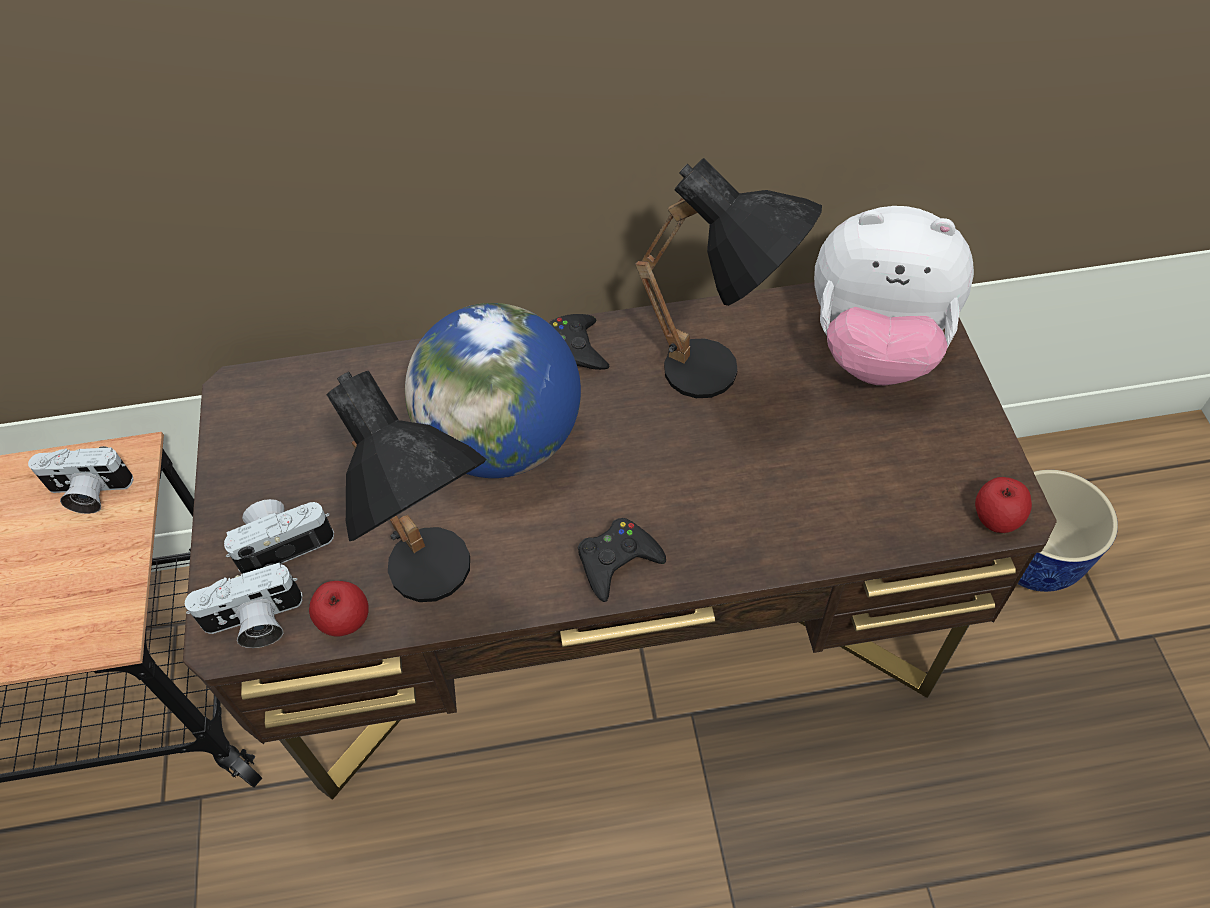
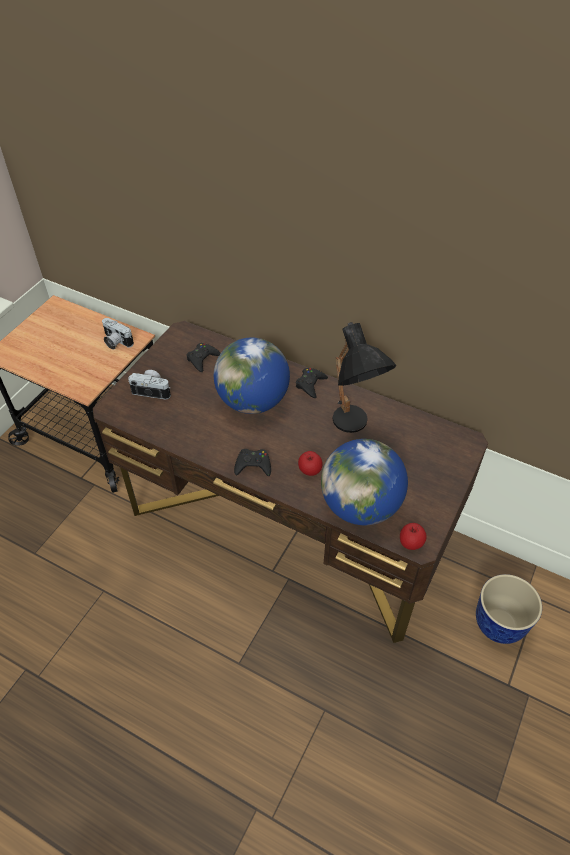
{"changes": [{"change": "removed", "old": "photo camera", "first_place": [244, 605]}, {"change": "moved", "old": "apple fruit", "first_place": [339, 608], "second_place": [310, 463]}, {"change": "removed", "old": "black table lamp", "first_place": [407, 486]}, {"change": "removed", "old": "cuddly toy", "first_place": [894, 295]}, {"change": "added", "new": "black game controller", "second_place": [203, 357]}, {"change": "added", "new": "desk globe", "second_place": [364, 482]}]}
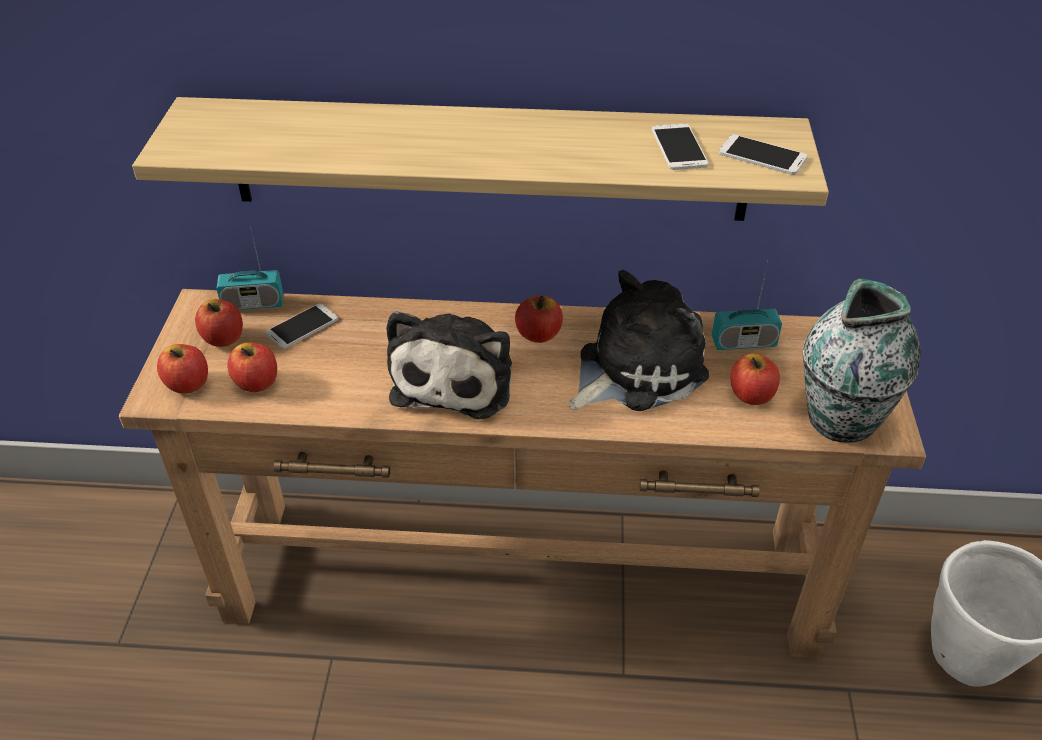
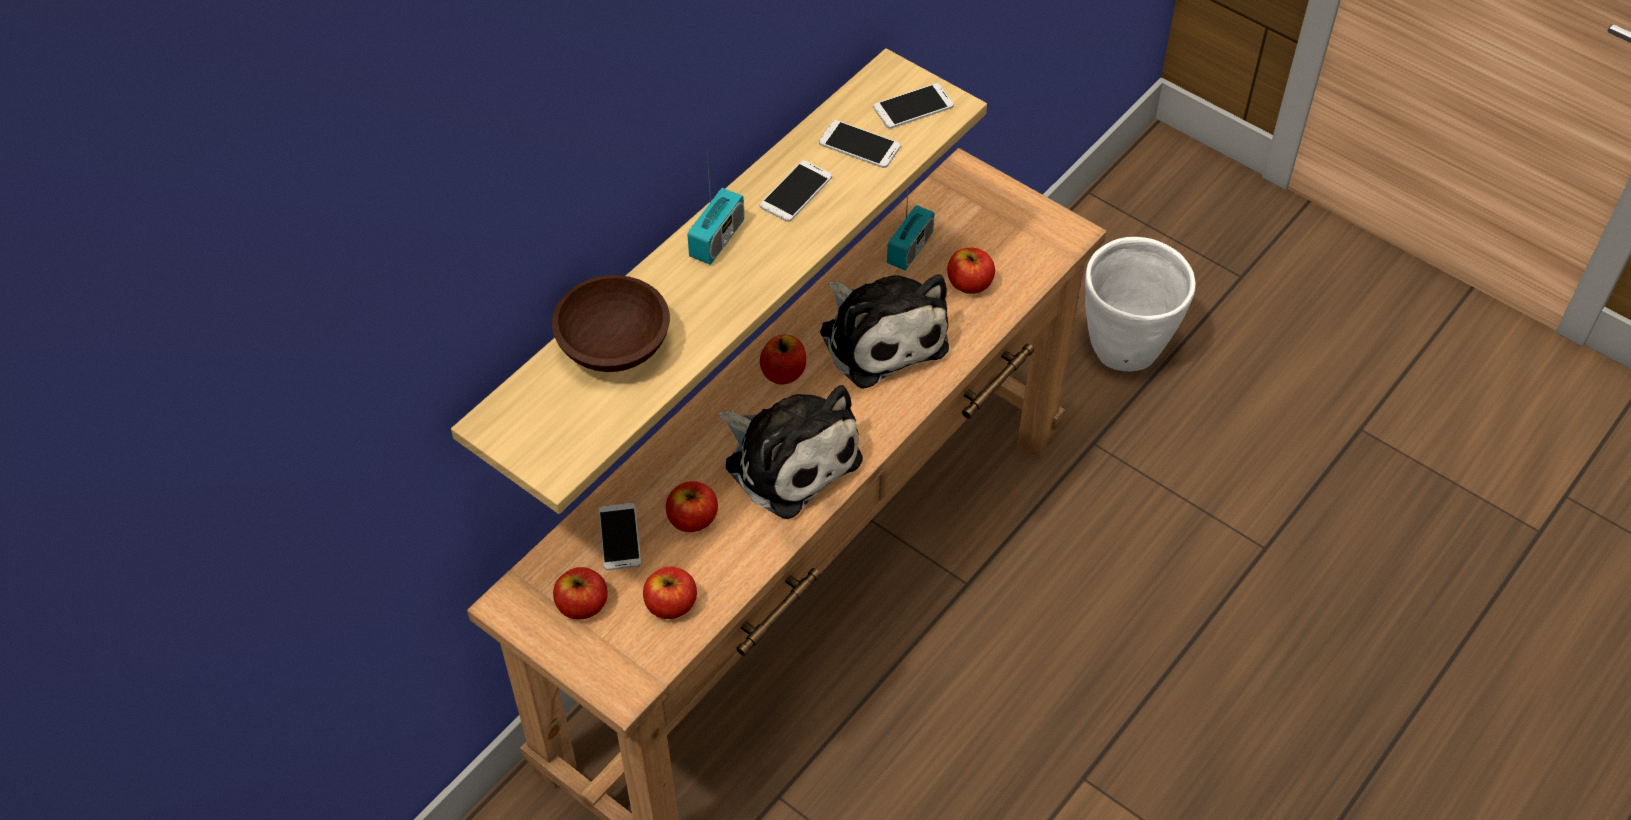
{"changes": [{"change": "moved", "old": "apple fruit", "first_place": [182, 369], "second_place": [692, 506]}, {"change": "moved", "old": "radio", "first_place": [249, 267], "second_place": [715, 208]}, {"change": "turned", "old": "cuddly toy", "first_place": [639, 340], "second_place": [884, 331], "degrees": 150}, {"change": "removed", "old": "decorative vase", "first_place": [862, 361]}, {"change": "added", "new": "brown serving bowl", "second_place": [611, 323]}, {"change": "added", "new": "telephone", "second_place": [796, 191]}]}
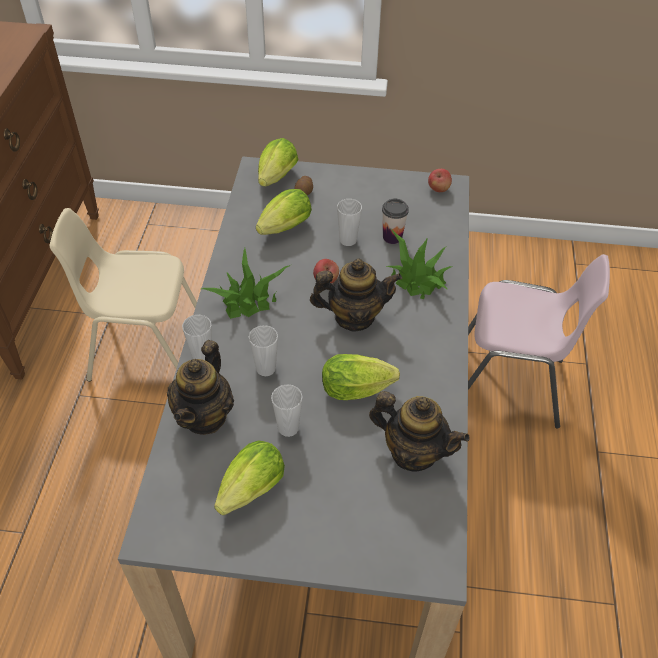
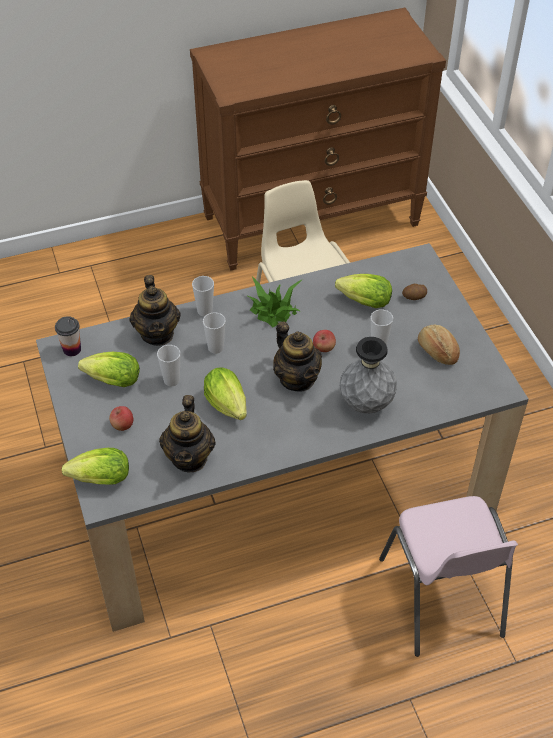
{"changes": [{"change": "turned", "old": "tea pot", "first_place": [200, 387], "second_place": [155, 310], "degrees": -90}, {"change": "moved", "old": "lettuce", "first_place": [278, 162], "second_place": [95, 466]}, {"change": "moved", "old": "drinking cup", "first_place": [395, 221], "second_place": [68, 336]}, {"change": "replaced", "old": "potted plant", "new": "gray decorative vase", "first_place": [419, 264], "second_place": [368, 375]}, {"change": "moved", "old": "apple fruit", "first_place": [440, 180], "second_place": [121, 418]}, {"change": "added", "new": "bread", "second_place": [439, 345]}]}
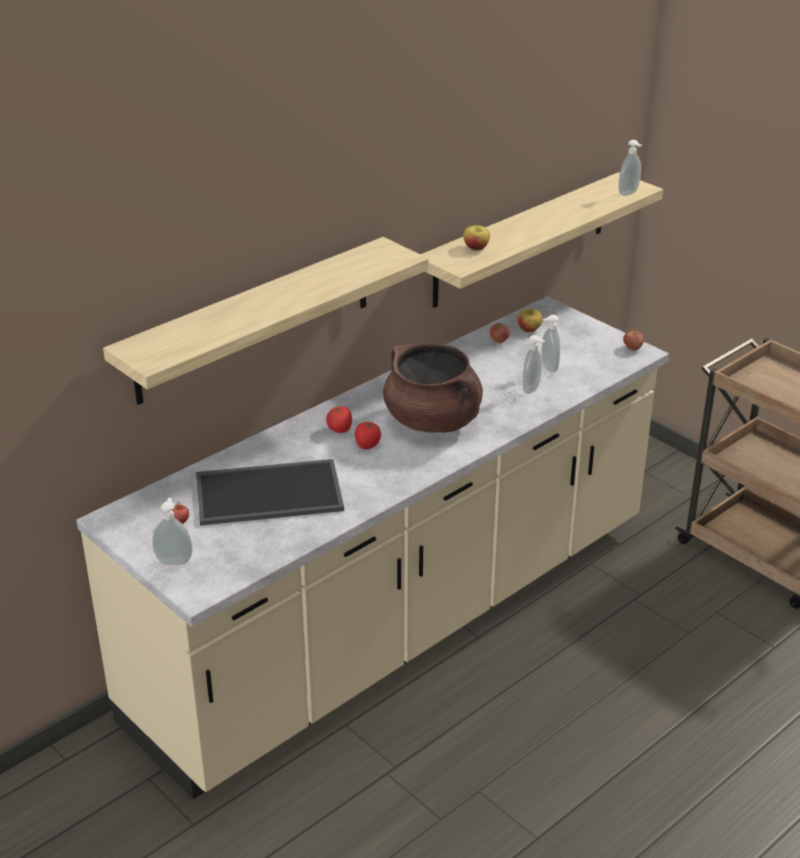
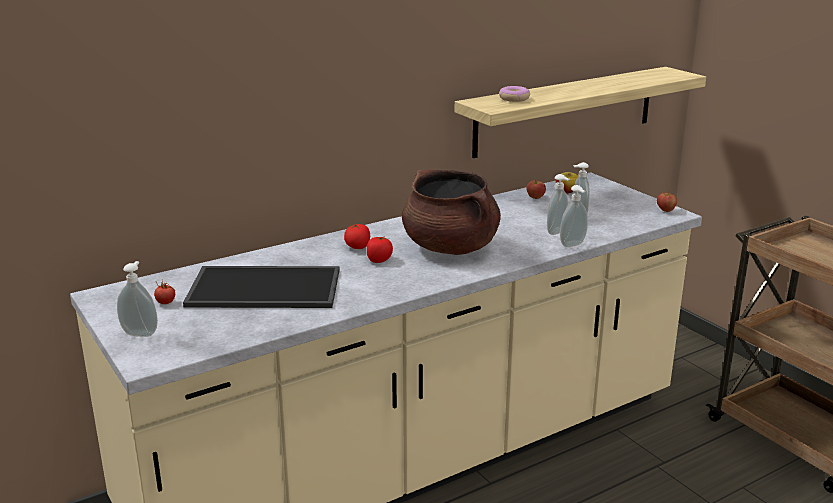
{"changes": [{"change": "removed", "old": "wall shelf", "first_place": [266, 321]}, {"change": "replaced", "old": "apple fruit", "new": "ring doughnut", "first_place": [476, 237], "second_place": [514, 94]}, {"change": "moved", "old": "soap bottle", "first_place": [630, 168], "second_place": [574, 216]}]}
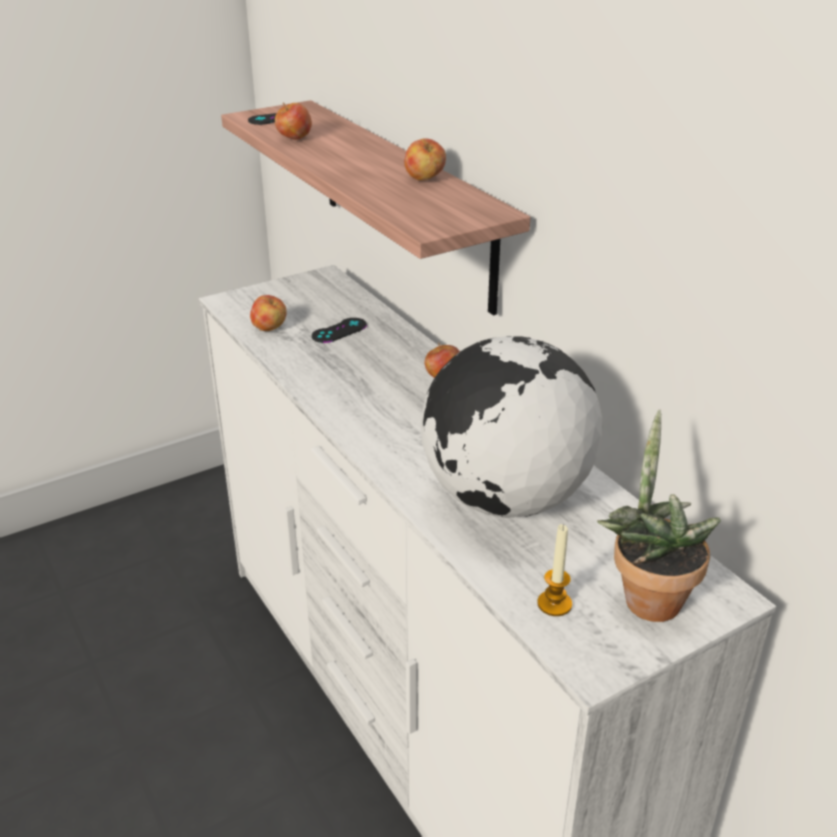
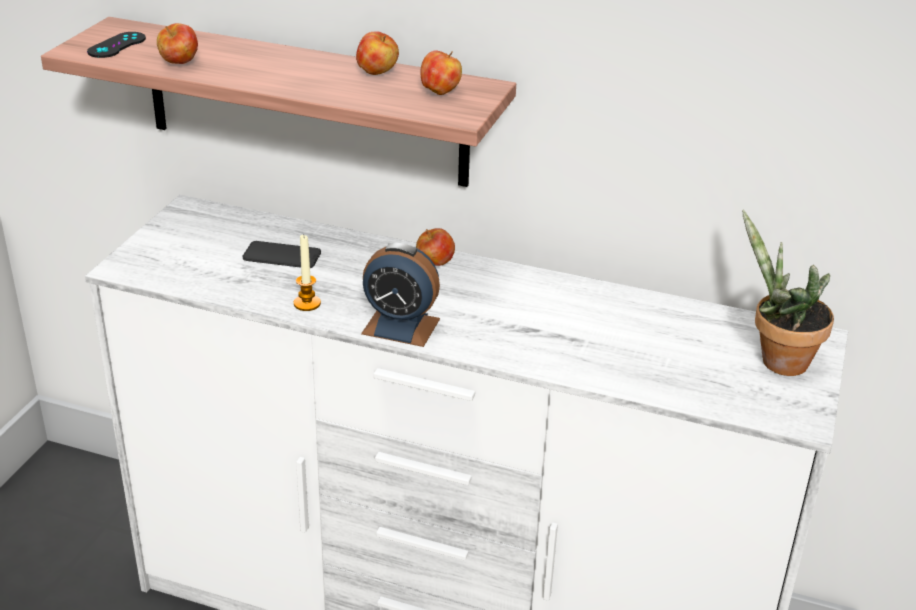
{"changes": [{"change": "moved", "old": "apple fruit", "first_place": [268, 313], "second_place": [441, 72]}, {"change": "replaced", "old": "black game controller", "new": "telephone", "first_place": [339, 330], "second_place": [282, 254]}, {"change": "removed", "old": "desk globe", "first_place": [511, 427]}, {"change": "moved", "old": "wax candle", "first_place": [554, 570], "second_place": [307, 273]}, {"change": "added", "new": "alarm clock", "second_place": [400, 295]}]}
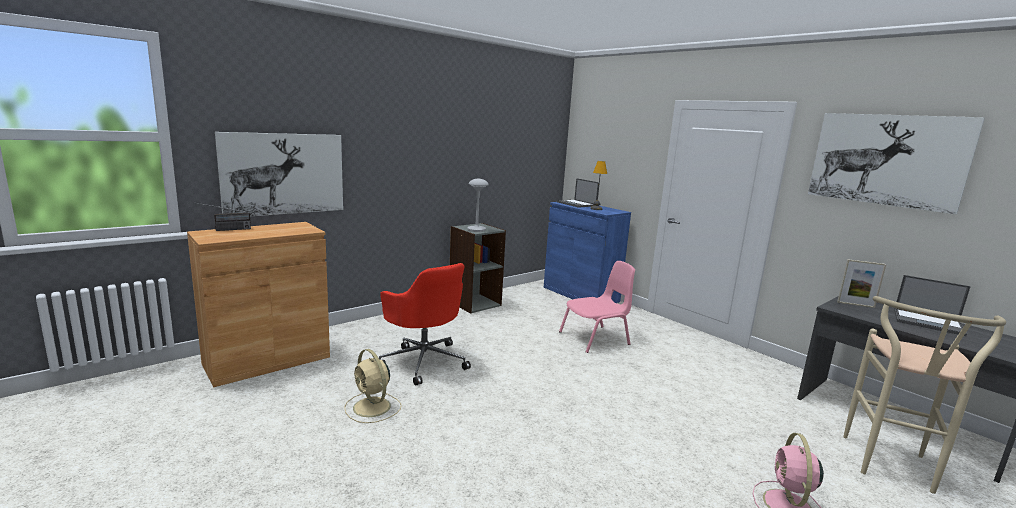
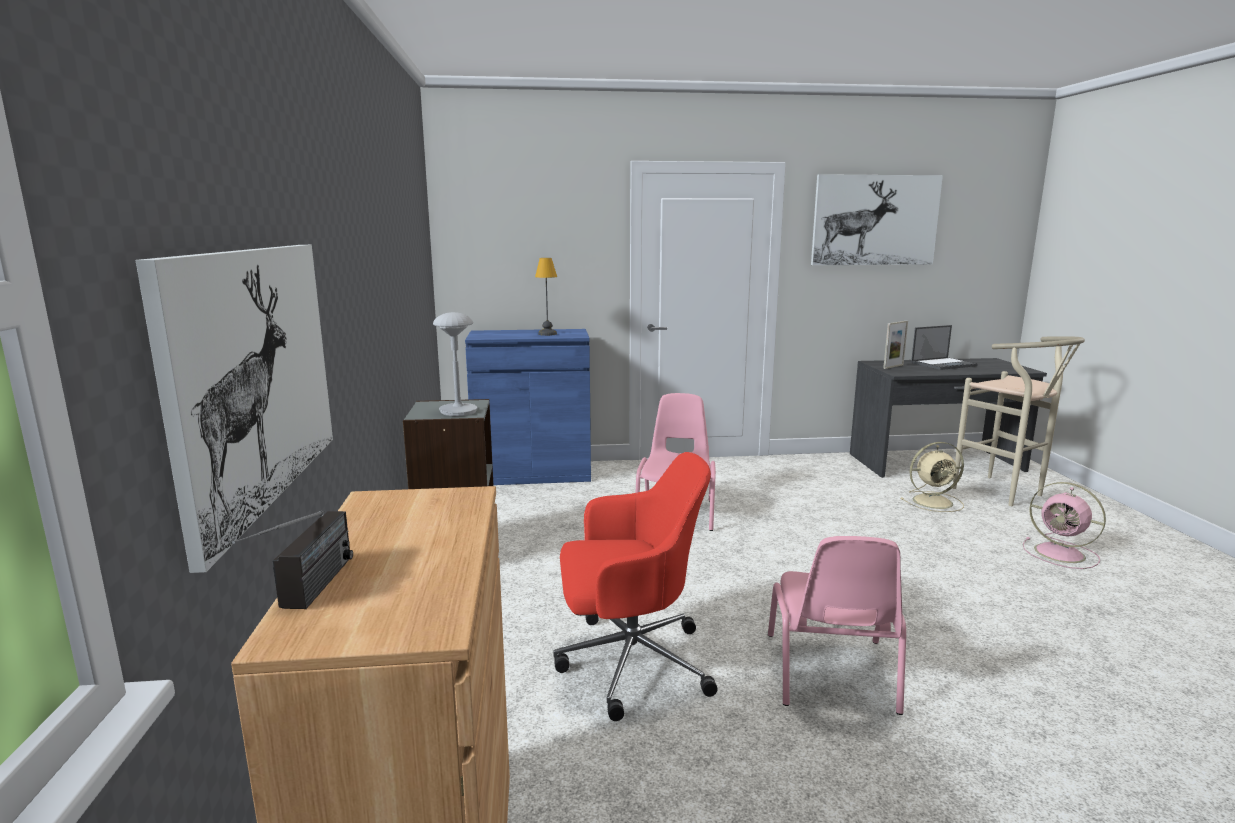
{"changes": [{"change": "moved", "old": "beige electric fan", "first_place": [373, 386], "second_place": [932, 477]}, {"change": "removed", "old": "portable computer", "first_place": [578, 193]}, {"change": "added", "new": "pink-coloured plain chair", "second_place": [837, 625]}]}
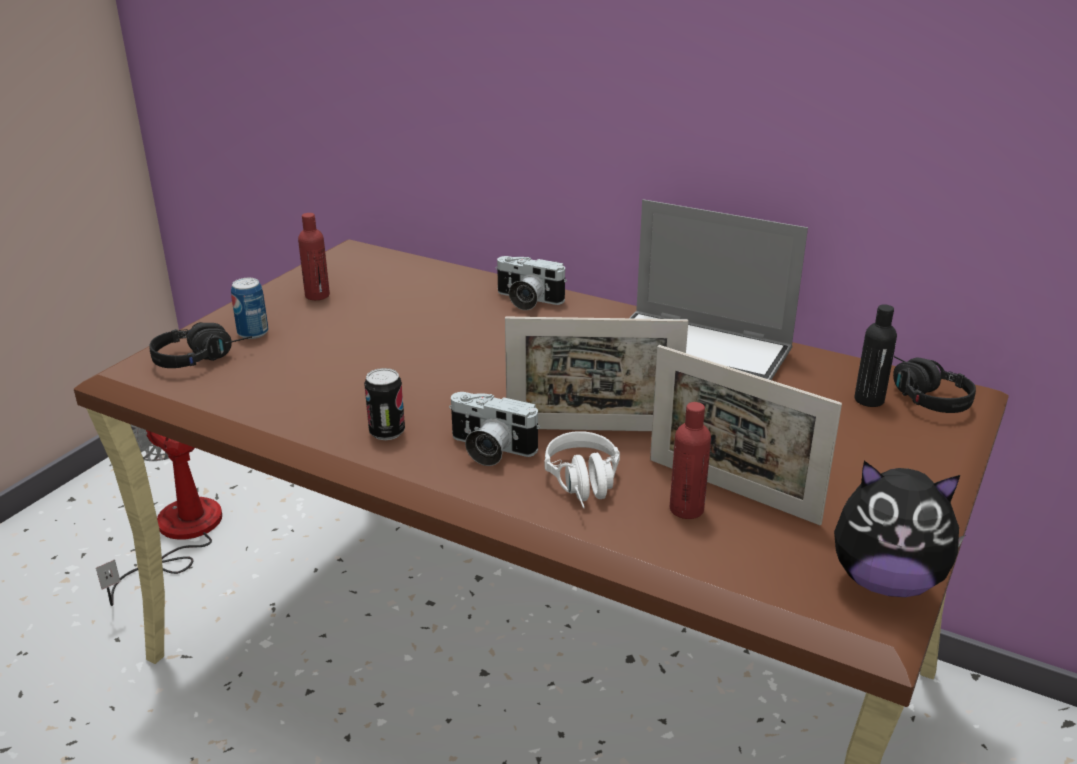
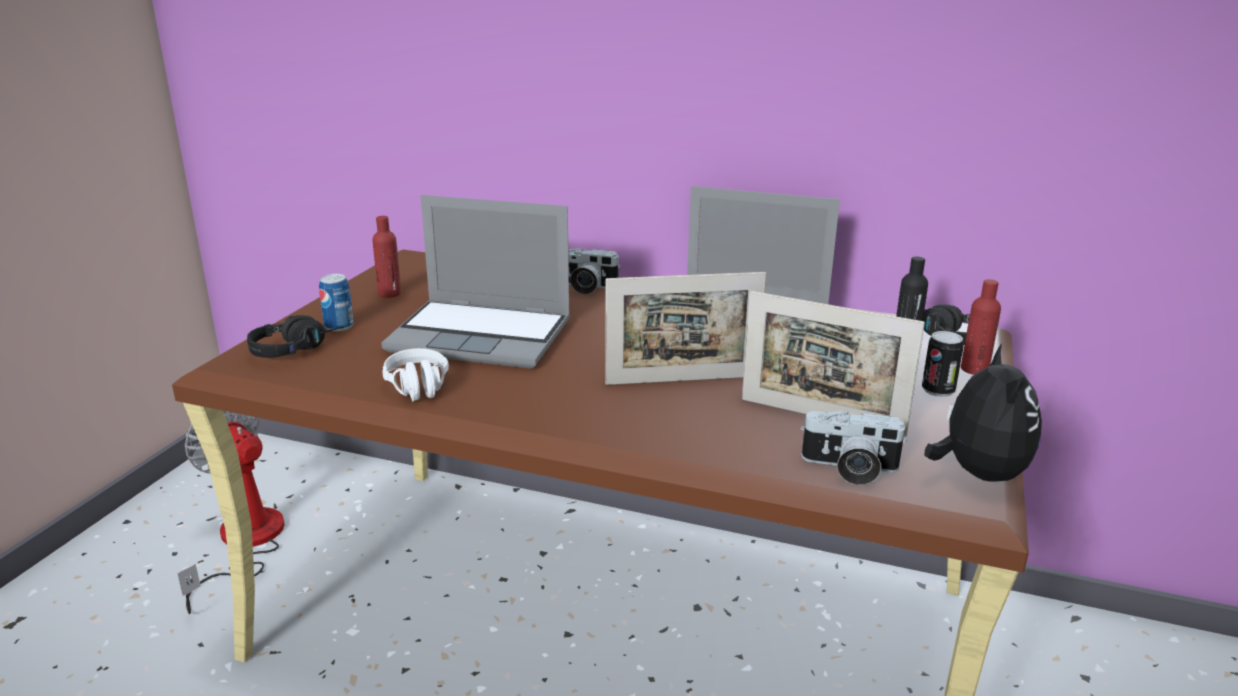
{"changes": [{"change": "moved", "old": "can", "first_place": [384, 404], "second_place": [943, 364]}, {"change": "moved", "old": "photo camera", "first_place": [494, 429], "second_place": [854, 448]}, {"change": "moved", "old": "whitish headphones", "first_place": [582, 469], "second_place": [415, 374]}, {"change": "moved", "old": "red-coloured beverage bottle", "first_place": [690, 460], "second_place": [981, 327]}, {"change": "turned", "old": "cuddly toy", "first_place": [899, 529], "second_place": [983, 413], "degrees": -90}, {"change": "added", "new": "portable computer", "second_place": [475, 282]}]}
